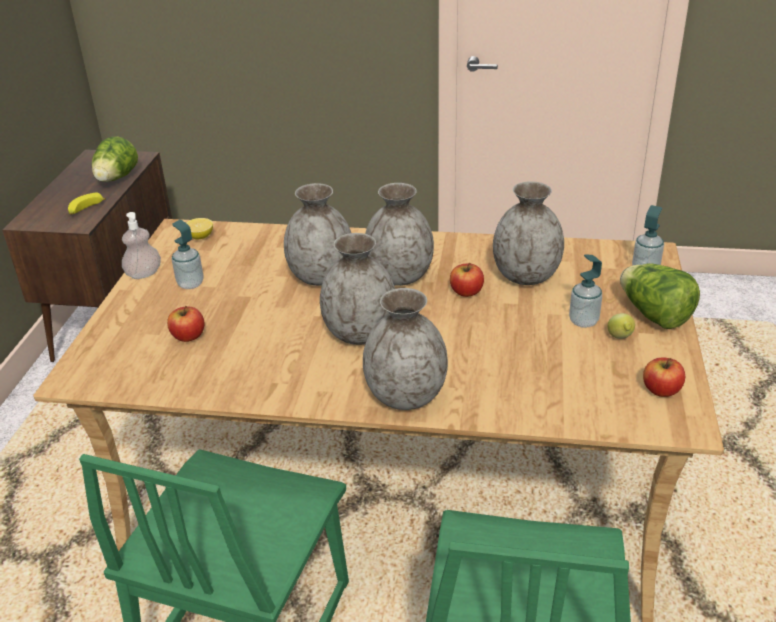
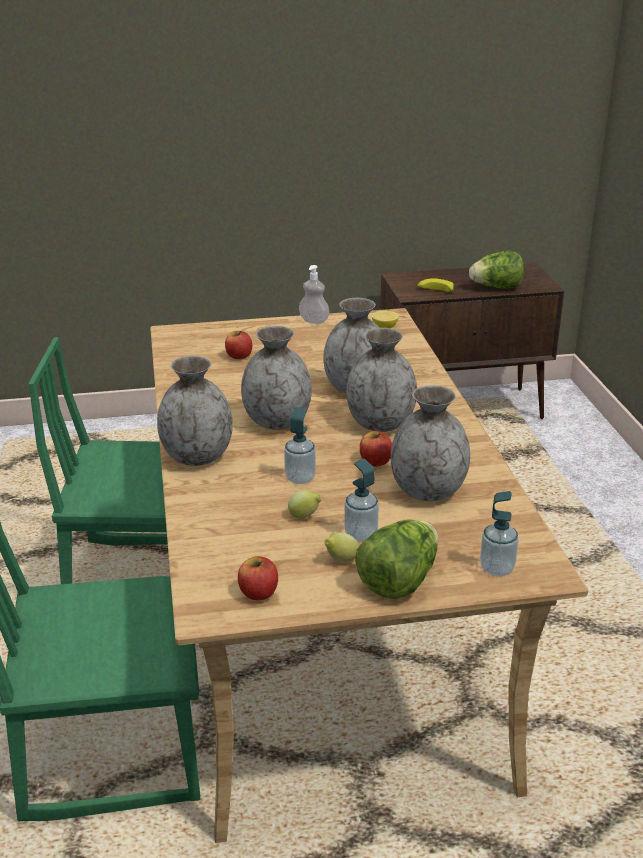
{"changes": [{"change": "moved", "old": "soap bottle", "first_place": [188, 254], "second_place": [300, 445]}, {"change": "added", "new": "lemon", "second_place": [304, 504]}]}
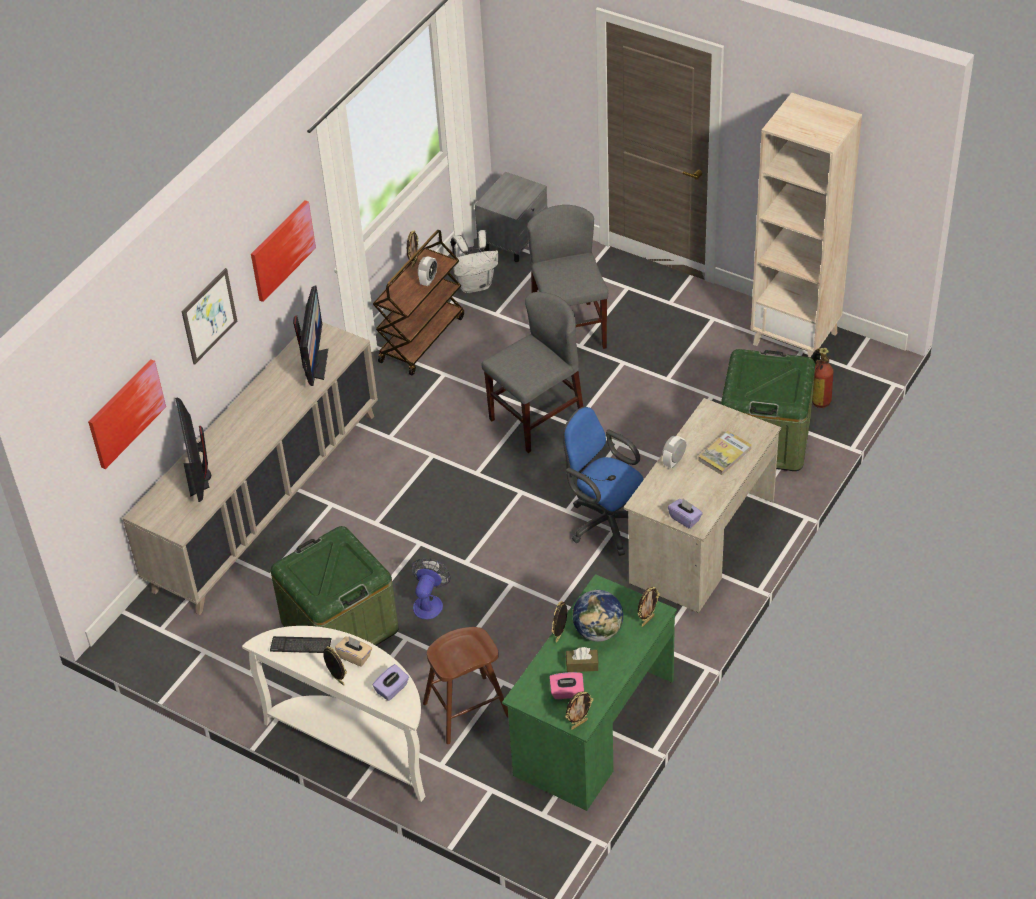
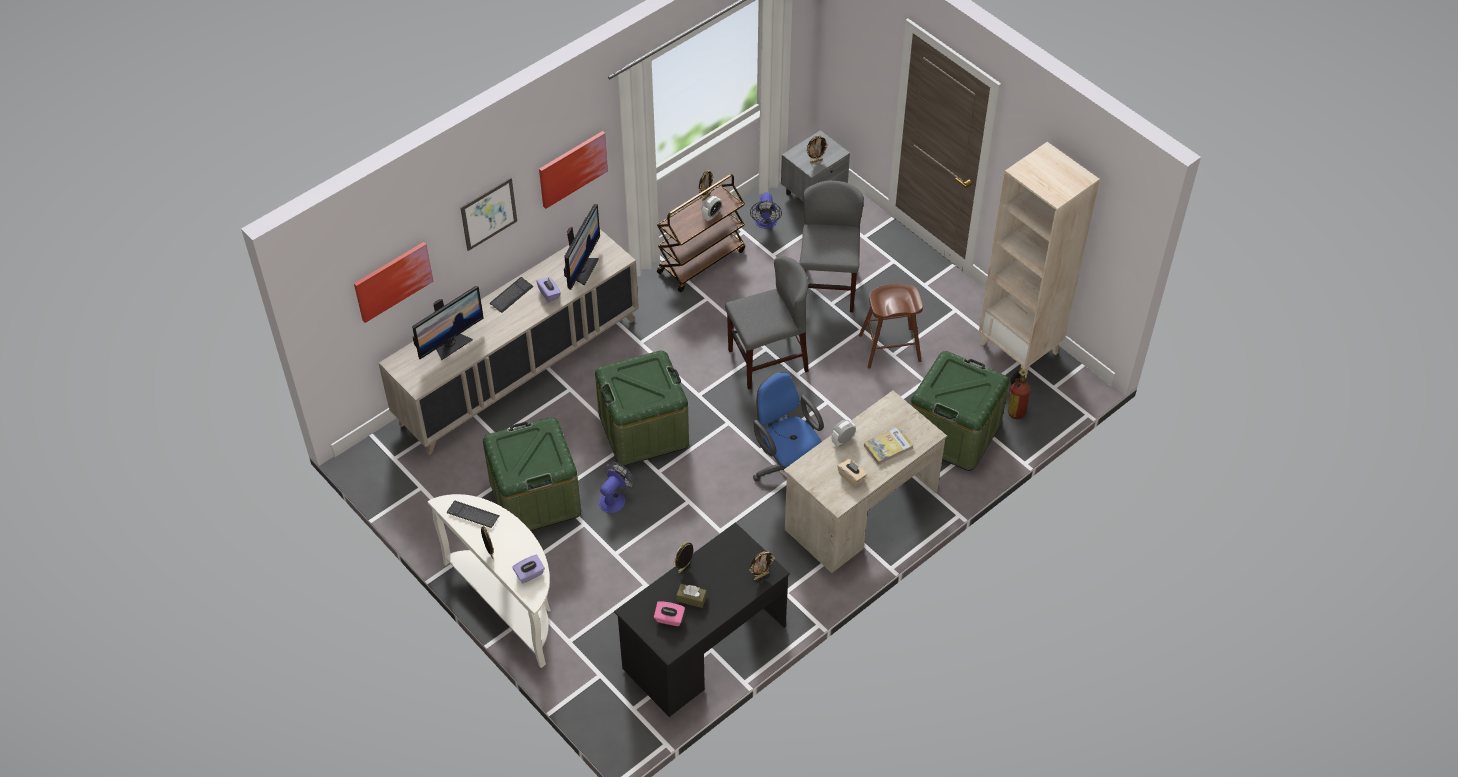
{"changes": [{"change": "turned", "old": "computer screen", "first_place": [193, 450], "second_place": [448, 323], "degrees": -135}, {"change": "moved", "old": "beige tissue box", "first_place": [353, 651], "second_place": [852, 473]}, {"change": "moved", "old": "brown stool seat", "first_place": [465, 685], "second_place": [891, 326]}, {"change": "replaced", "old": "whitish backpack", "new": "electric fan", "first_place": [475, 261], "second_place": [766, 210]}, {"change": "recoloured", "old": "green desk", "new": "black desk", "first_place": [589, 692], "second_place": [702, 619]}, {"change": "moved", "old": "standing frame", "first_place": [579, 710], "second_place": [817, 149]}, {"change": "removed", "old": "desk globe", "first_place": [597, 616]}, {"change": "moved", "old": "purple-coloured tissue box", "first_place": [685, 513], "second_place": [548, 290]}, {"change": "added", "new": "PC keyboard", "second_place": [511, 295]}, {"change": "added", "new": "green storage box", "second_place": [642, 408]}]}
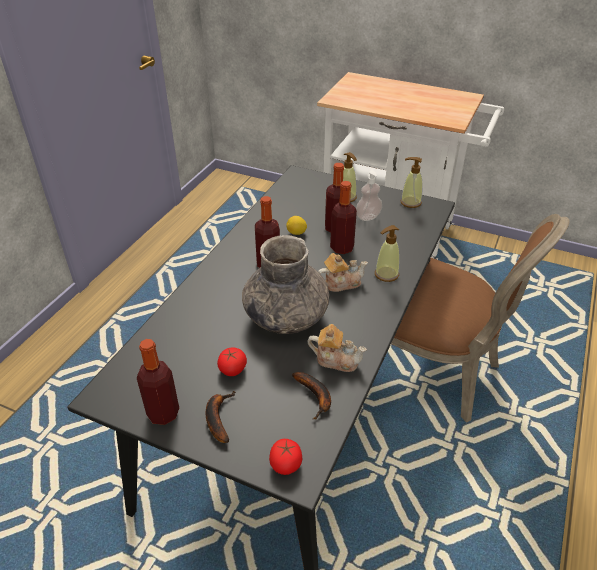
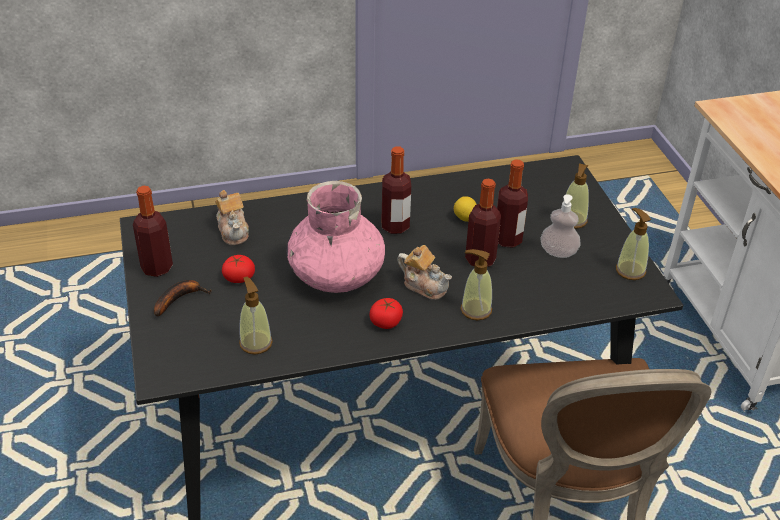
{"changes": [{"change": "recoloured", "old": "gray decorative vase", "new": "pink-coloured decorative vase", "first_place": [286, 284], "second_place": [335, 237]}, {"change": "moved", "old": "tomato", "first_place": [285, 457], "second_place": [386, 313]}, {"change": "replaced", "old": "banana", "new": "soap bottle", "first_place": [311, 395], "second_place": [256, 315]}, {"change": "moved", "old": "tea pot", "first_place": [337, 348], "second_place": [232, 217]}]}
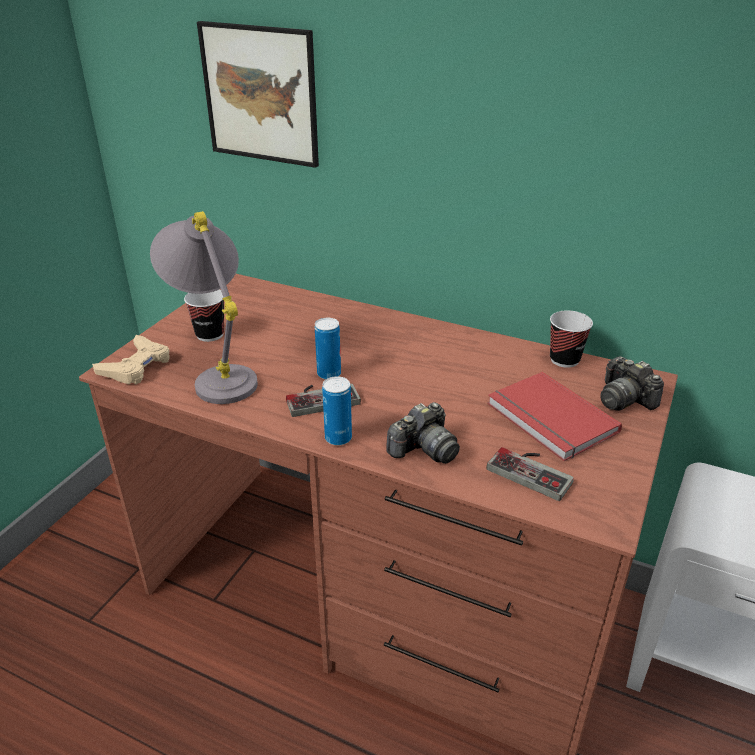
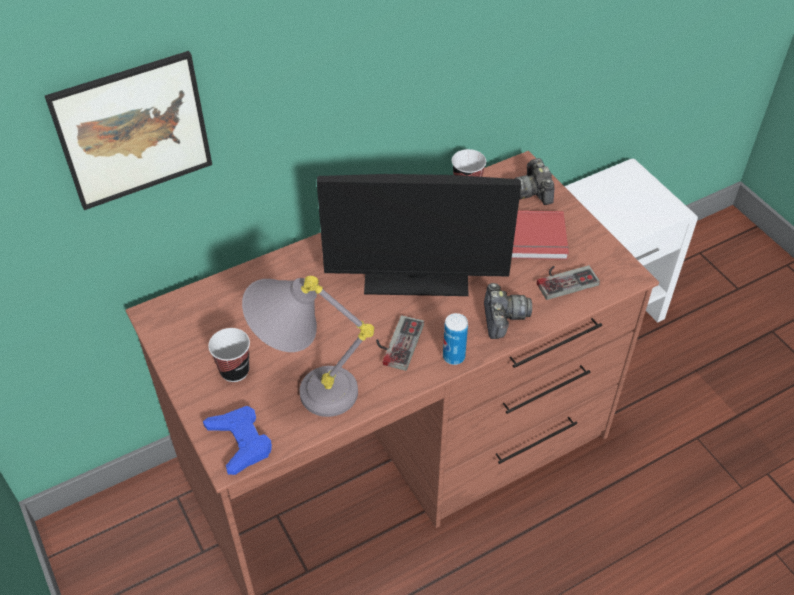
{"changes": [{"change": "recoloured", "old": "beige game controller", "new": "bluish game controller", "first_place": [131, 359], "second_place": [237, 440]}, {"change": "removed", "old": "can", "first_place": [328, 349]}, {"change": "turned", "old": "photo camera", "first_place": [632, 383], "second_place": [534, 181], "degrees": 75}, {"change": "added", "new": "computer screen", "second_place": [419, 235]}]}
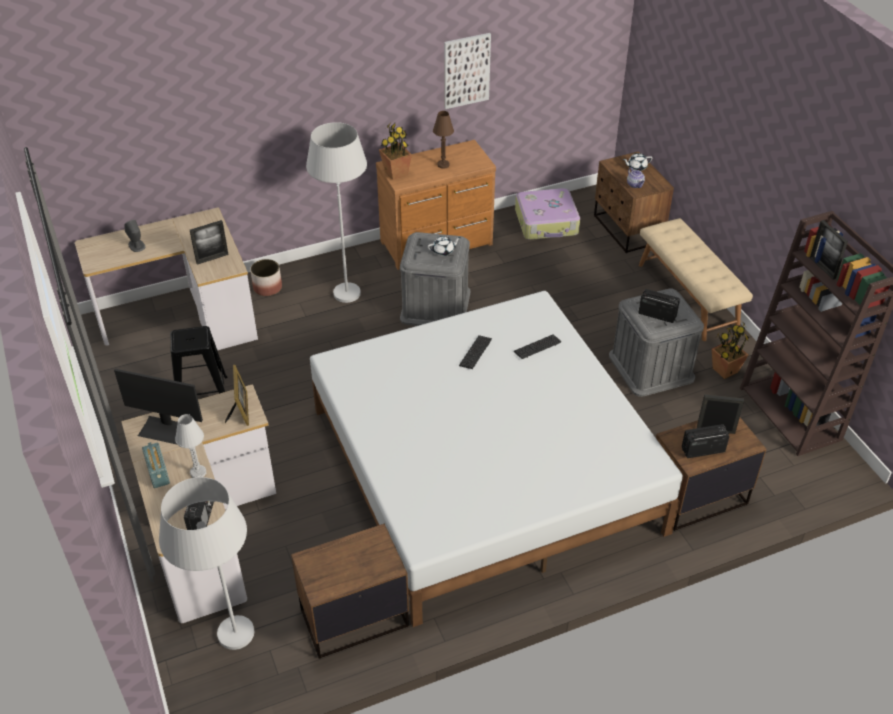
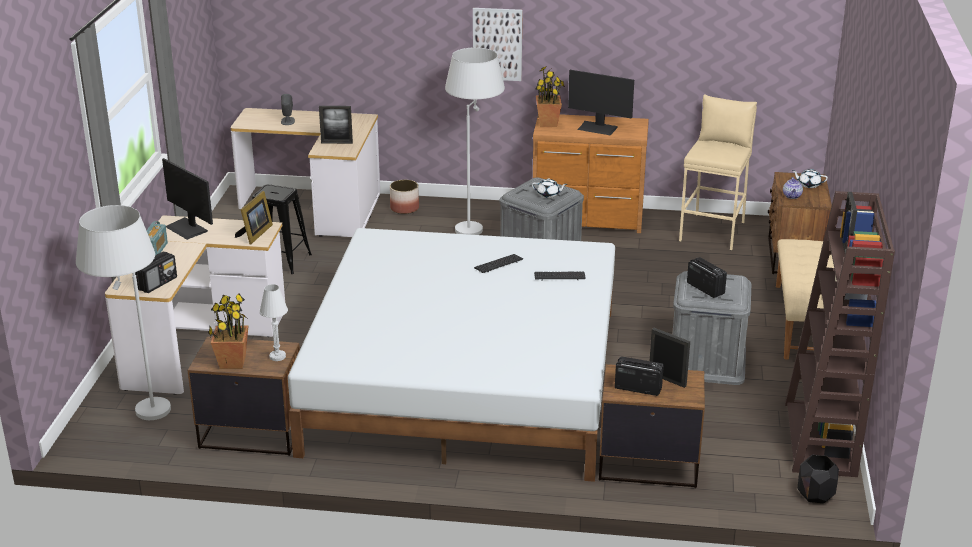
{"changes": [{"change": "moved", "old": "whitish table lamp", "first_place": [190, 446], "second_place": [273, 322]}, {"change": "replaced", "old": "brown table lamp", "new": "computer screen", "first_place": [443, 140], "second_place": [601, 102]}, {"change": "moved", "old": "wall art", "first_place": [467, 71], "second_place": [498, 44]}, {"change": "replaced", "old": "suitcase", "new": "beige stool seat", "first_place": [547, 214], "second_place": [718, 172]}, {"change": "moved", "old": "potted plant", "first_place": [730, 350], "second_place": [228, 331]}, {"change": "added", "new": "black plant pot", "second_place": [818, 479]}]}
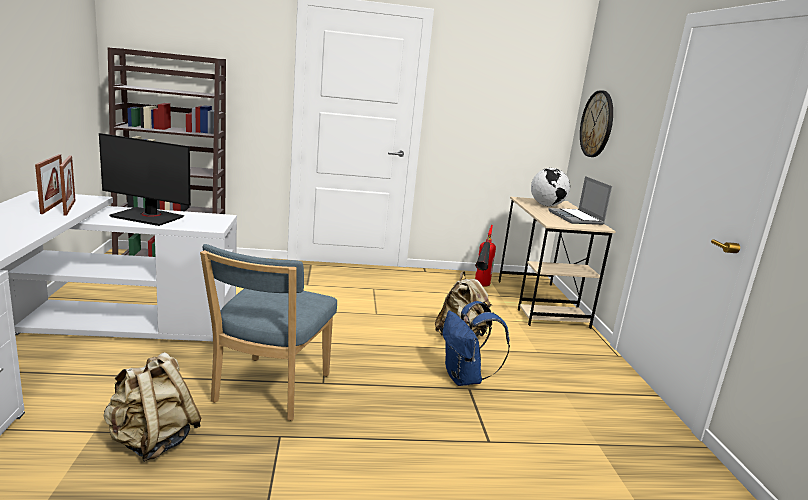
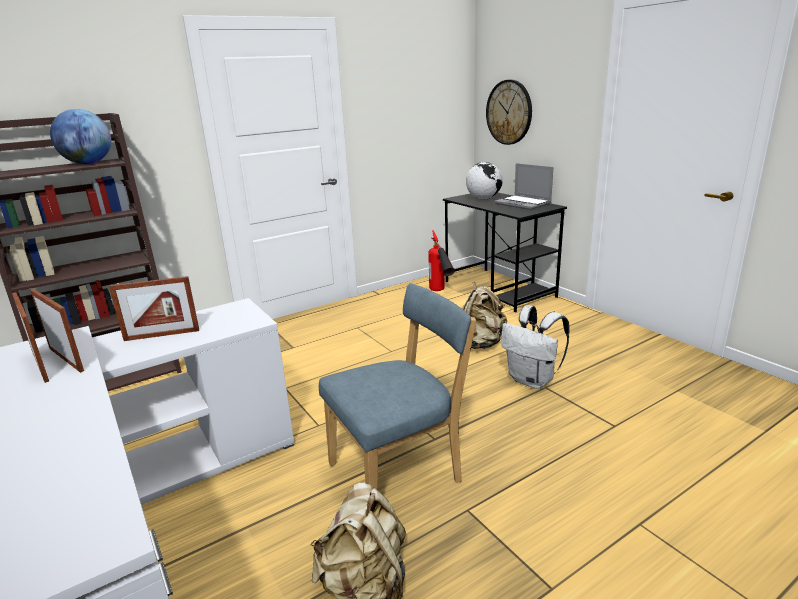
{"changes": [{"change": "replaced", "old": "computer screen", "new": "standing frame", "first_place": [145, 179], "second_place": [154, 308]}, {"change": "turned", "old": "bluish plain chair", "first_place": [268, 332], "second_place": [397, 386], "degrees": -105}, {"change": "recoloured", "old": "bluish backpack", "new": "whitish backpack", "first_place": [476, 343], "second_place": [535, 347]}, {"change": "recoloured", "old": "beige desk", "new": "black desk", "first_place": [557, 263], "second_place": [505, 252]}, {"change": "added", "new": "desk globe", "second_place": [80, 136]}]}
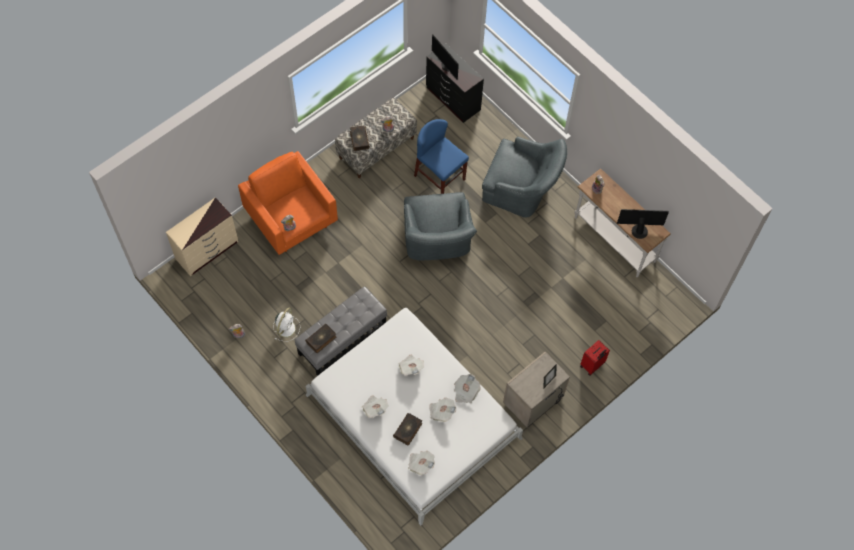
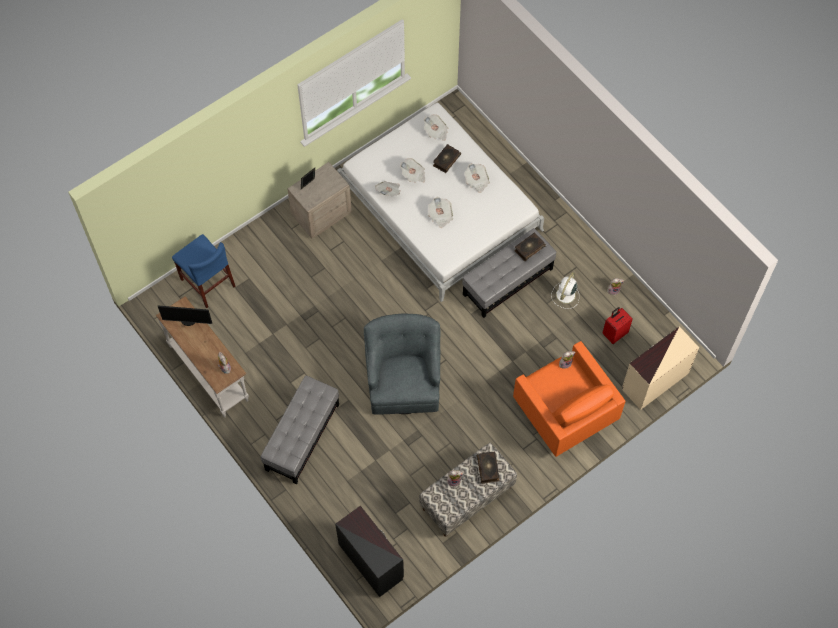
{"changes": [{"change": "moved", "old": "bluish plain chair", "first_place": [441, 156], "second_place": [204, 271]}, {"change": "removed", "old": "computer screen", "first_place": [445, 57]}, {"change": "replaced", "old": "gray armchair", "new": "gray pouffe", "first_place": [524, 177], "second_place": [300, 430]}, {"change": "moved", "old": "red-coloured suitcase", "first_place": [595, 358], "second_place": [617, 325]}]}
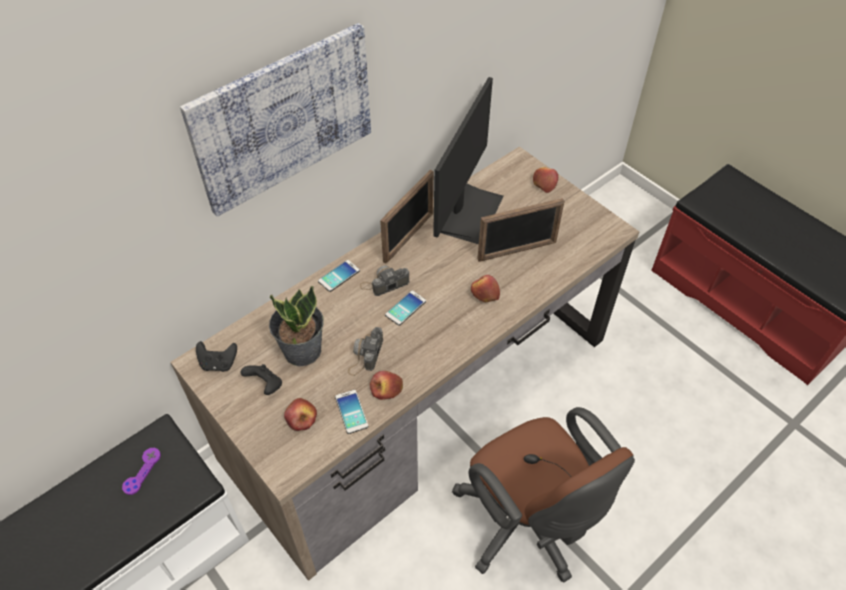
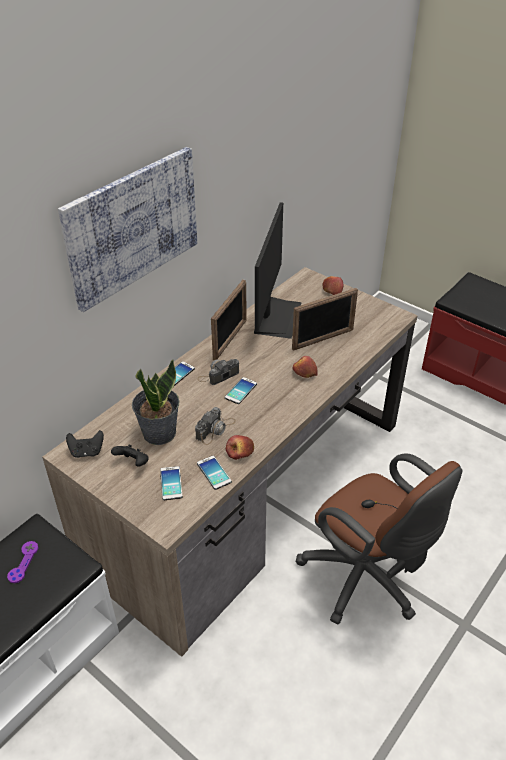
{"changes": [{"change": "replaced", "old": "apple fruit", "new": "telephone", "first_place": [300, 414], "second_place": [171, 483]}, {"change": "turned", "old": "photo camera", "first_place": [365, 351], "second_place": [215, 426], "degrees": -150}]}
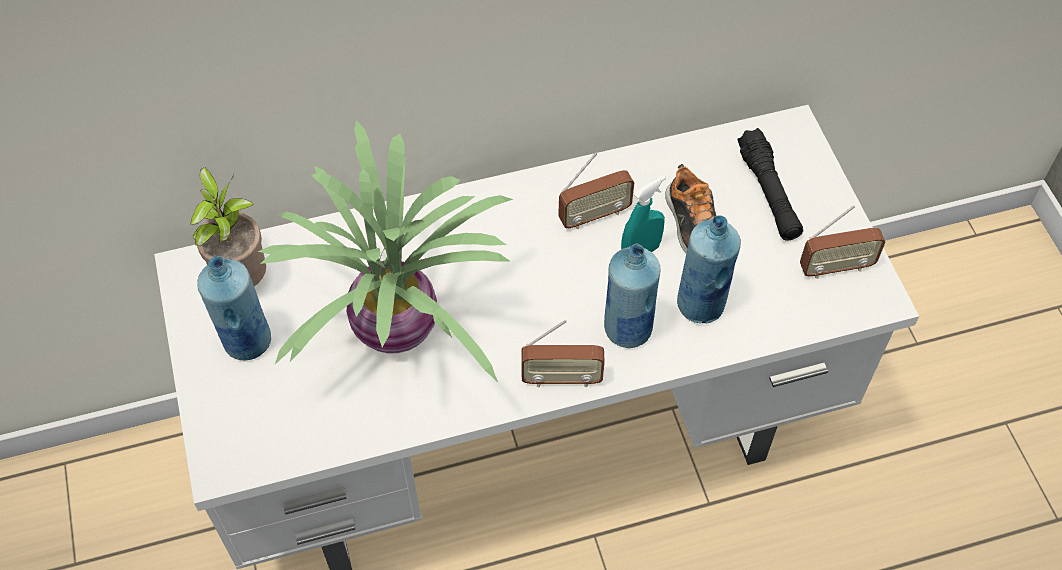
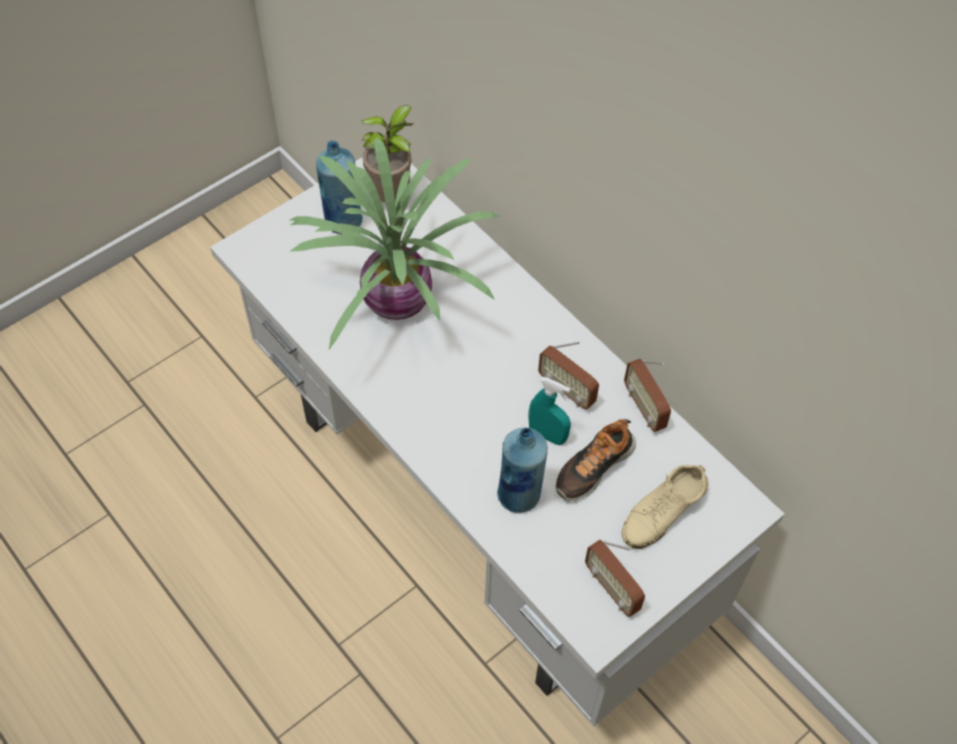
{"changes": [{"change": "moved", "old": "radio", "first_place": [563, 353], "second_place": [647, 395]}, {"change": "removed", "old": "bluish beverage bottle", "first_place": [632, 296]}, {"change": "replaced", "old": "black hand torch", "new": "beige item of footwear", "first_place": [770, 184], "second_place": [665, 507]}]}
